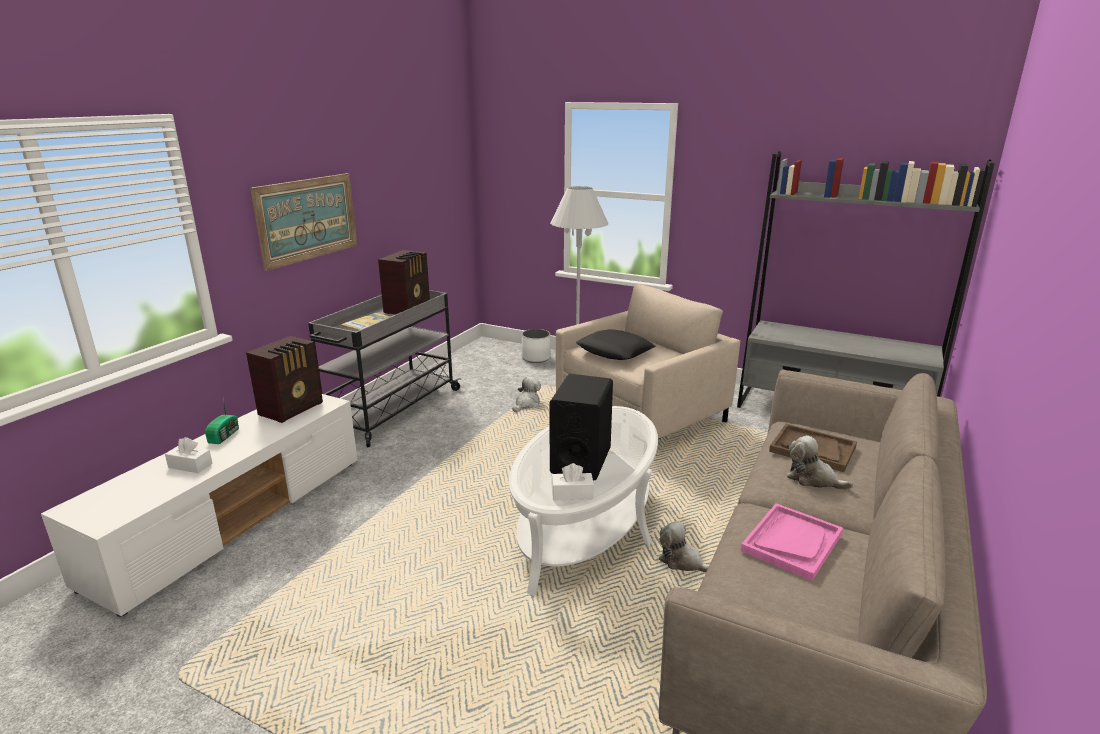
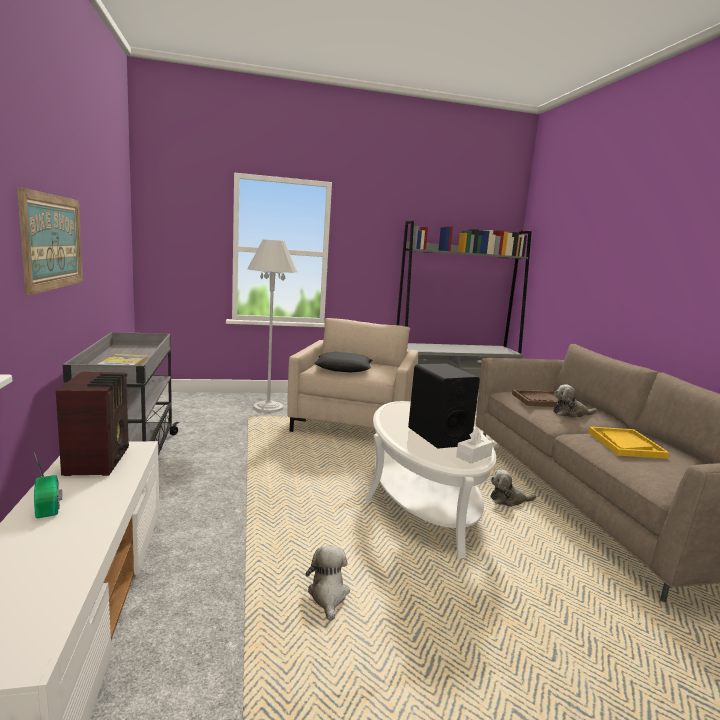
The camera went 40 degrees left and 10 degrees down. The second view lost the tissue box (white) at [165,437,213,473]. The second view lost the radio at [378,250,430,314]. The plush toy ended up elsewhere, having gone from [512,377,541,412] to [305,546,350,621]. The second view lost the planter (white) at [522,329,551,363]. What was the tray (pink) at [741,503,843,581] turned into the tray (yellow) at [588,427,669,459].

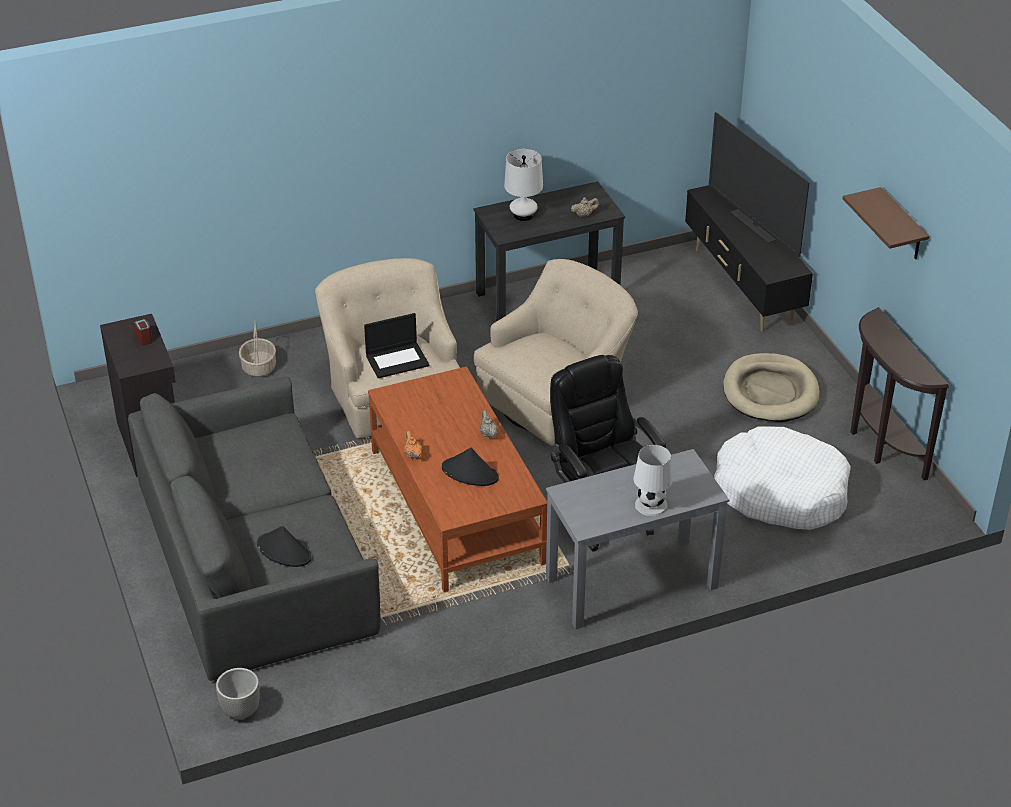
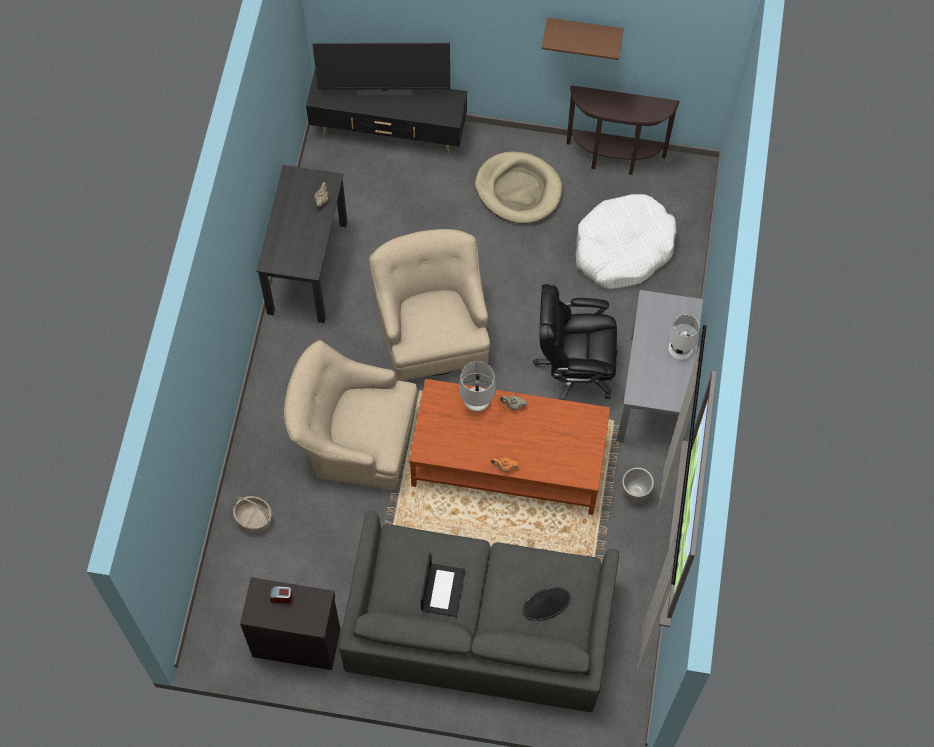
The camera went 60 degrees left and 25 degrees up. The planter ended up elsewhere, having gone from [216,668,260,719] to [622,467,654,503]. The laptop ended up elsewhere, having gone from [364,313,429,378] to [421,553,465,617]. The second view lost the hat (black) at [442,447,499,486]. The table lamp (white) ended up elsewhere, having gone from [504,149,543,221] to [459,361,496,412].

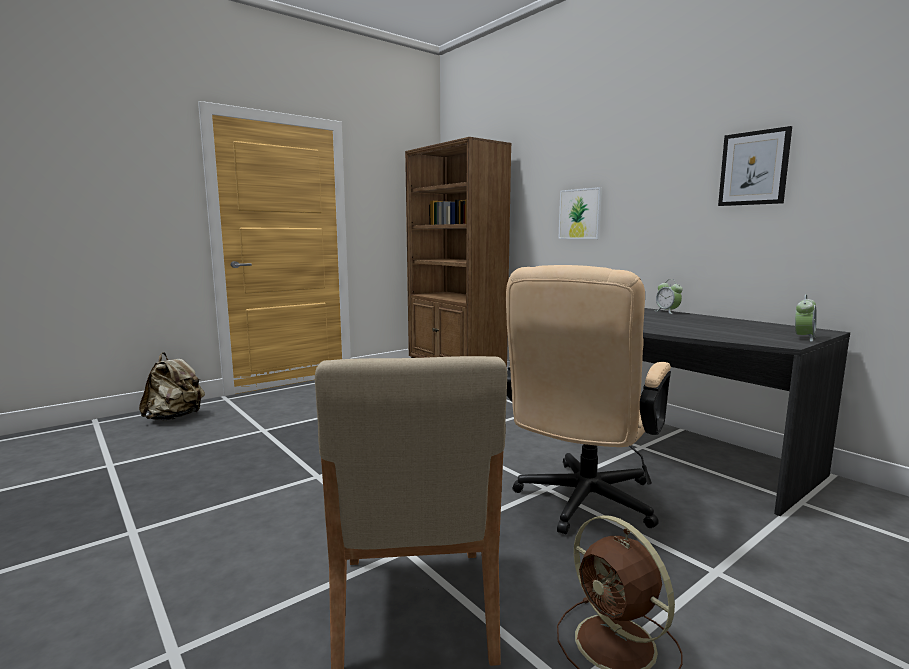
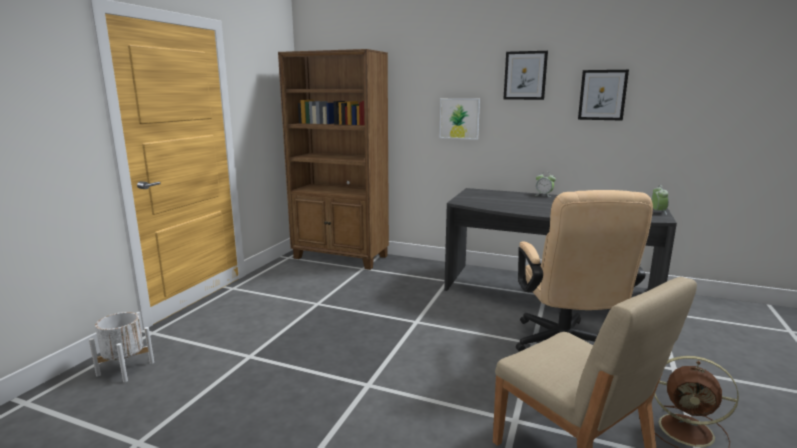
The camera went 30 degrees left and 5 degrees up. Where the backpack (beige) stood at [139,352,205,421], the planter (white) came to stand at [89,312,154,382]. The second view gained the picture at [504,51,548,100].

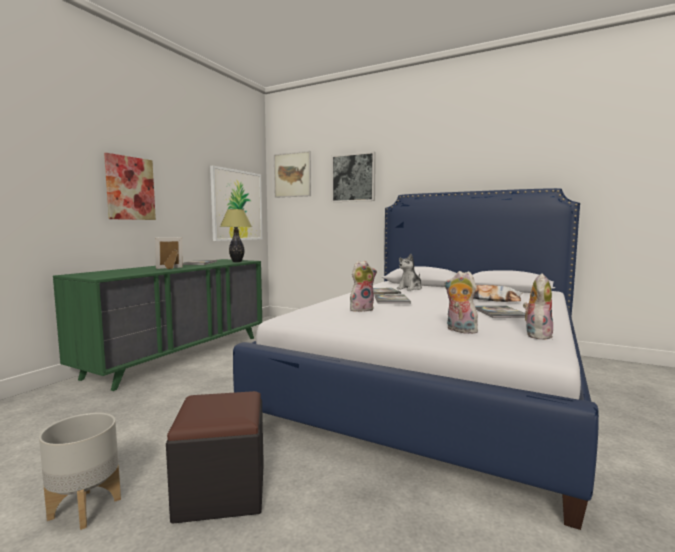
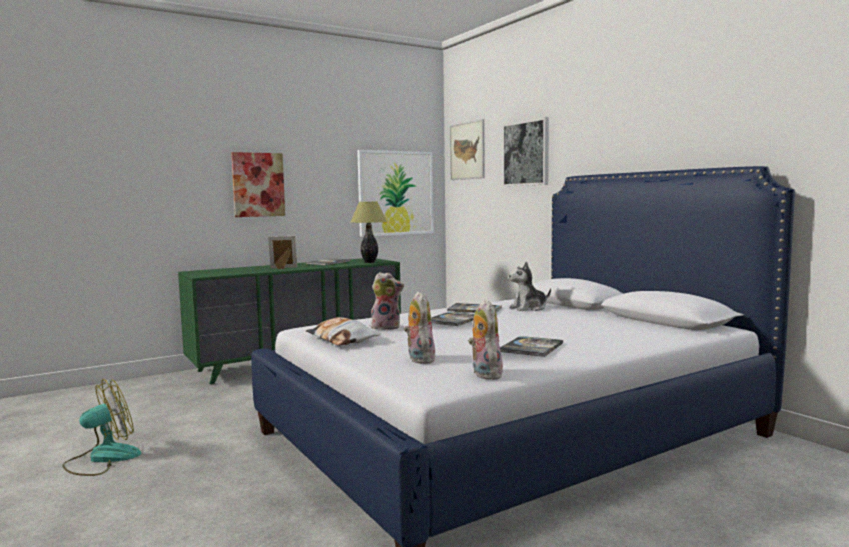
The camera went 30 degrees right and 0 degrees up. Where the planter (grey) stood at [39,413,121,530], the fan came to stand at [62,379,141,476]. The second view lost the ottoman (black) at [166,391,264,524]. The pillow ended up elsewhere, having gone from [473,285,523,302] to [306,317,381,346]. The plush toy at [523,273,553,340] ended up facing another way, 75 degrees counterclockwise from before.

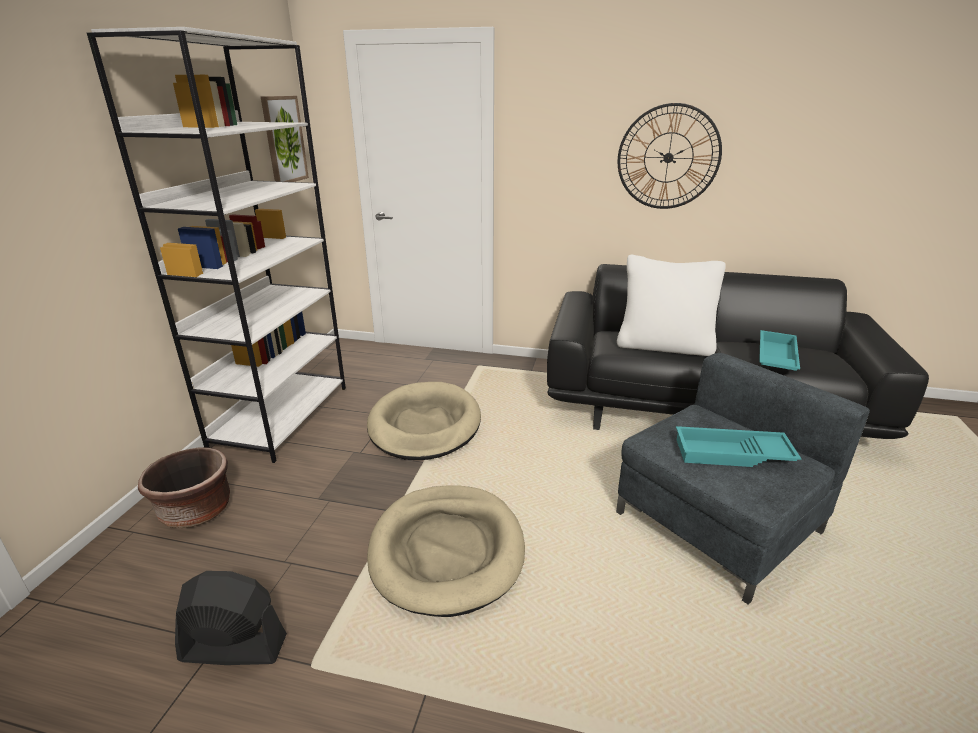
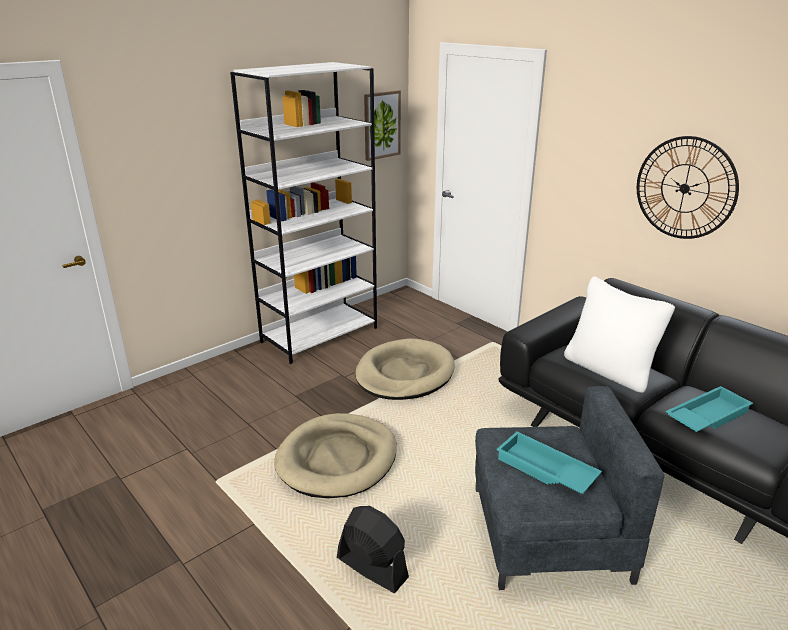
The camera went 35 degrees right and 0 degrees up. The second view lost the planter (brown) at [138,447,230,528]. The fan (black) ended up elsewhere, having gone from [175,571,287,665] to [337,506,409,593].

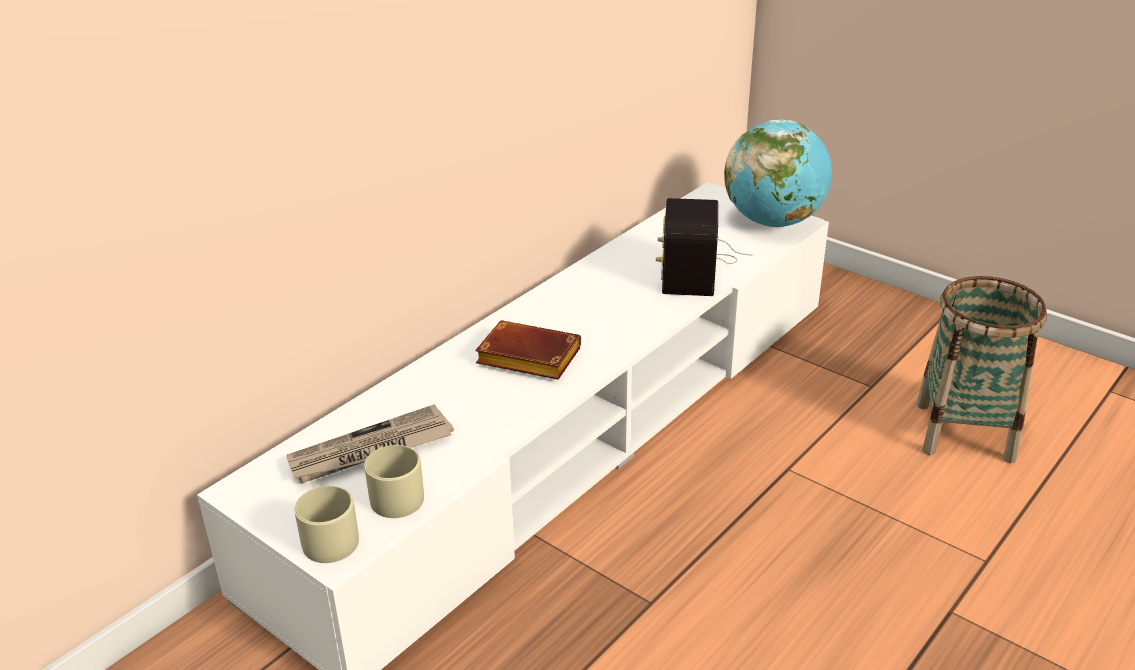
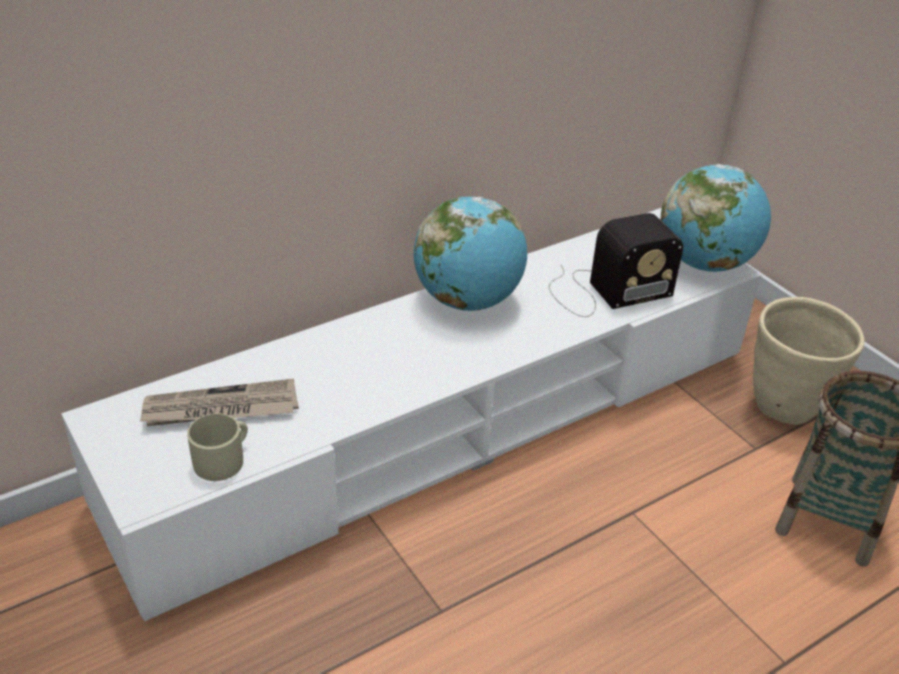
The camera went 15 degrees right and 5 degrees up. The second view lost the mug (beige) at [294,486,359,563]. The second view lost the book (brown) at [475,320,581,380]. The radio at [656,198,752,296] ended up facing another way, 135 degrees counterclockwise from before. The second view gained the globe at [414,196,527,311]. The second view gained the planter (beige) at [753,297,865,425].

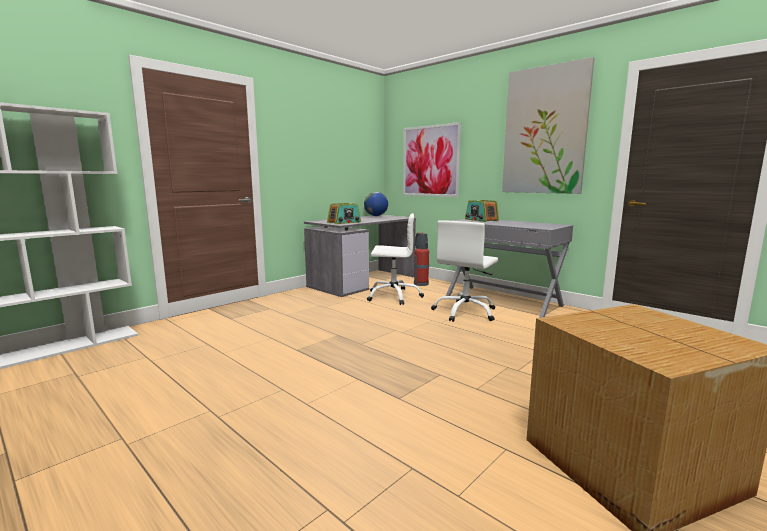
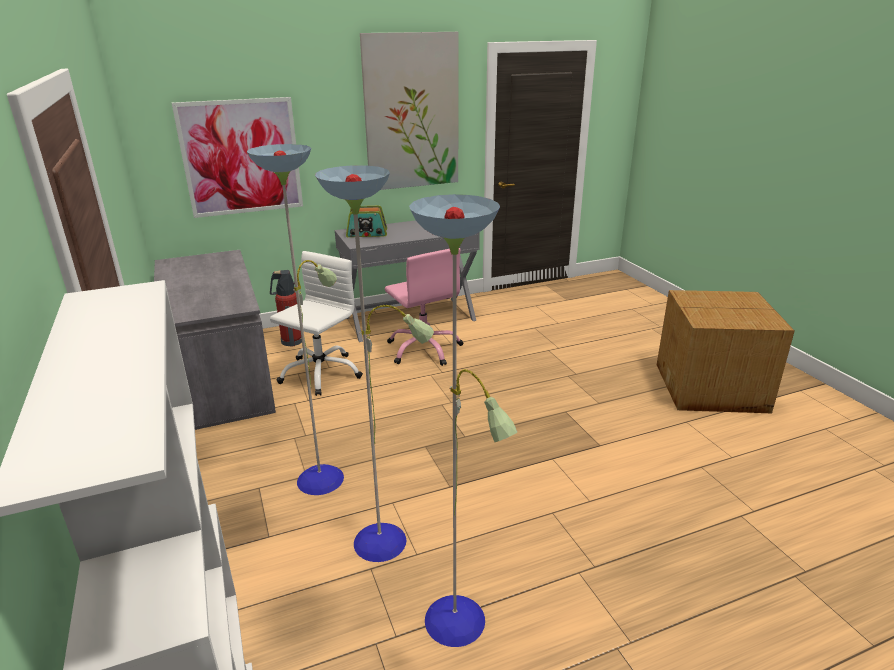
The camera went 65 degrees left and 15 degrees up. The second view lost the radio at [327,203,361,224]. The second view lost the globe at [364,192,388,216]. What was the office chair (white) at [431,220,498,322] turned into the office chair (pink) at [385,248,463,366]. The second view gained the floor lamp at [247,144,517,647].

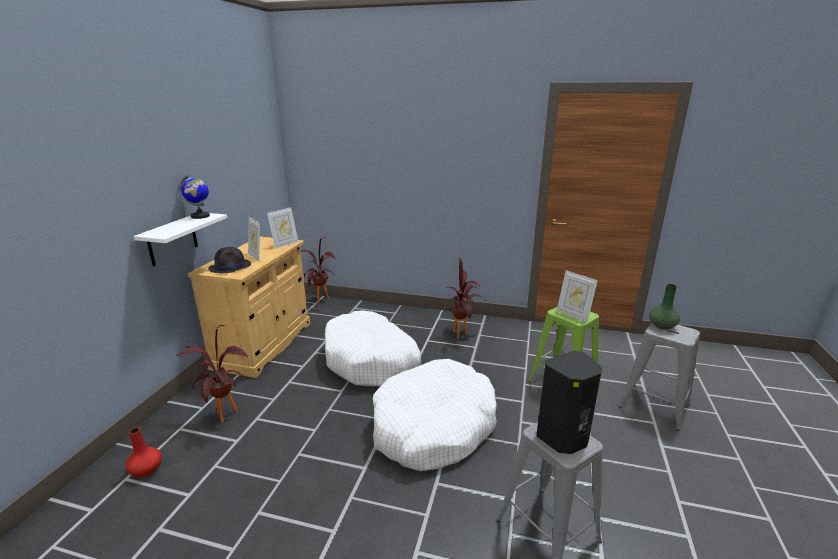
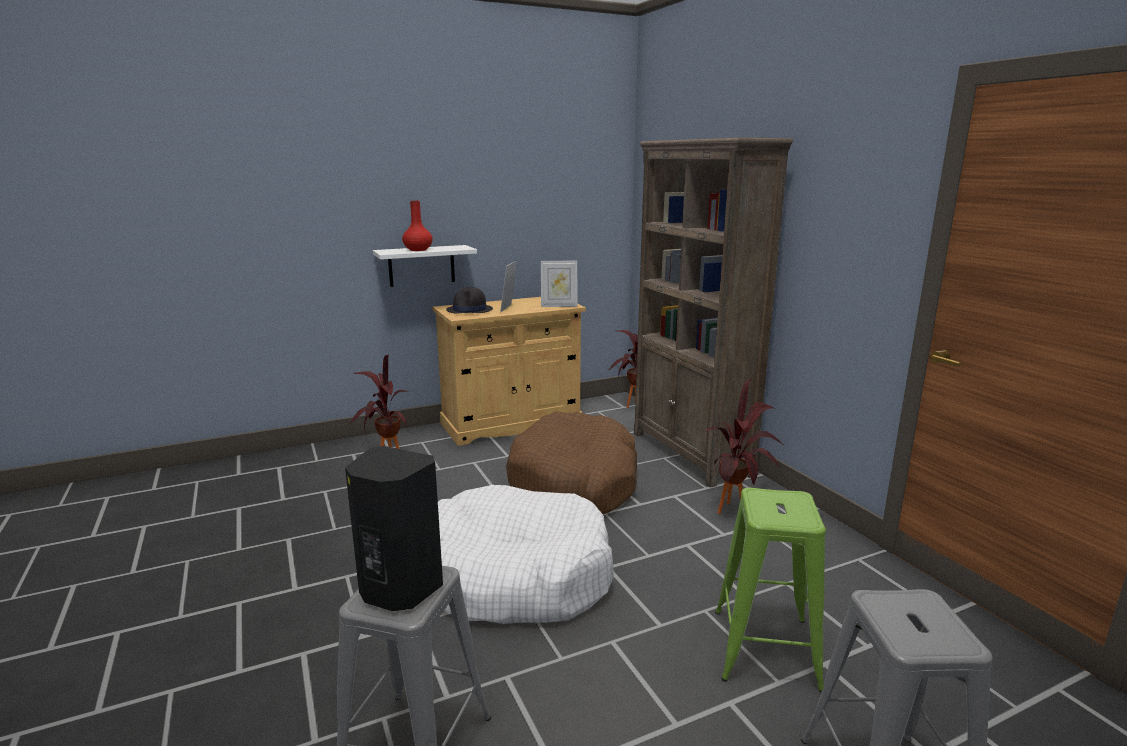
The camera went 50 degrees right and 5 degrees down. The vase (red) ended up elsewhere, having gone from [125,427,162,477] to [402,201,433,251]. The second view lost the globe at [180,175,210,219]. What was the dog bed (white) at [325,310,421,386] turned into the dog bed (brown) at [506,411,637,514]. The second view lost the picture frame at [557,270,598,322]. The second view lost the vase (green) at [649,284,680,330]. The second view gained the bookcase (brown) at [634,137,793,488].

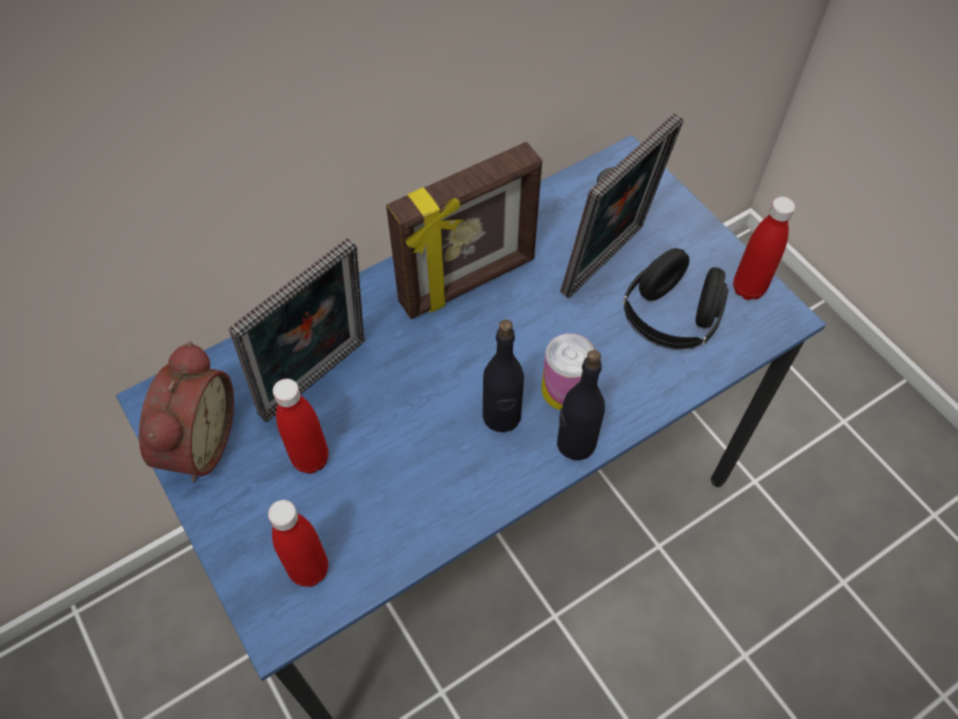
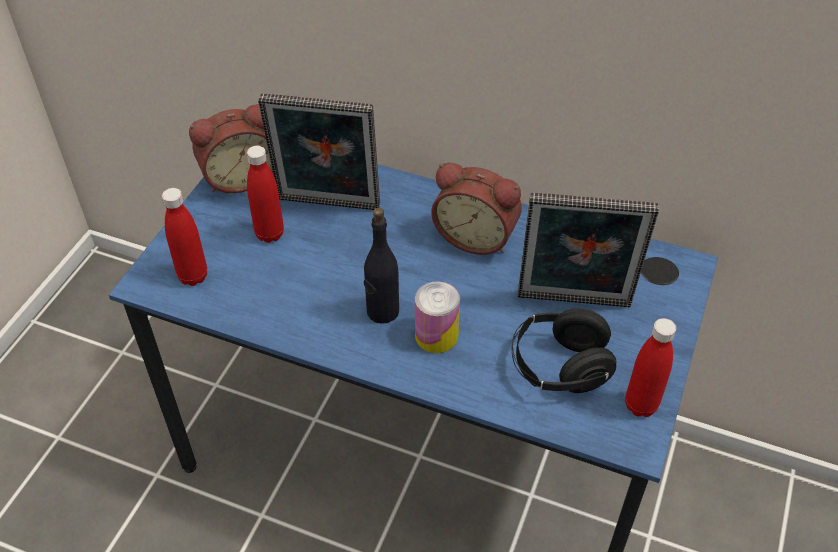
The camera went 55 degrees right and 10 degrees down. Where the picture frame stood at [386,142,542,319], the alarm clock came to stand at [431,162,522,255]. The second view lost the bottle (black) at [557,350,605,460].

